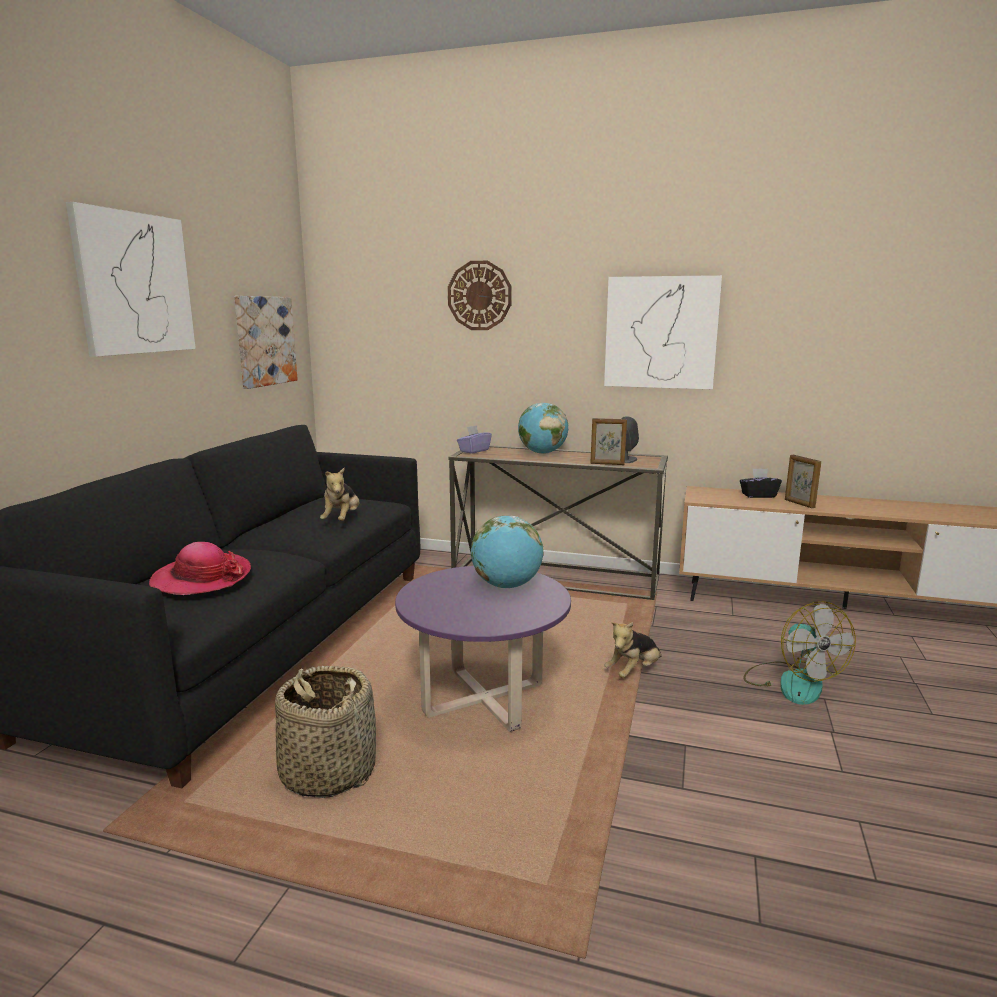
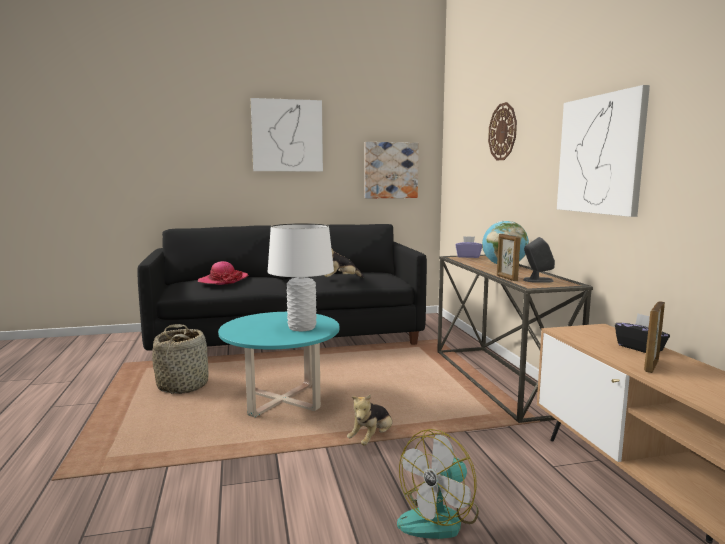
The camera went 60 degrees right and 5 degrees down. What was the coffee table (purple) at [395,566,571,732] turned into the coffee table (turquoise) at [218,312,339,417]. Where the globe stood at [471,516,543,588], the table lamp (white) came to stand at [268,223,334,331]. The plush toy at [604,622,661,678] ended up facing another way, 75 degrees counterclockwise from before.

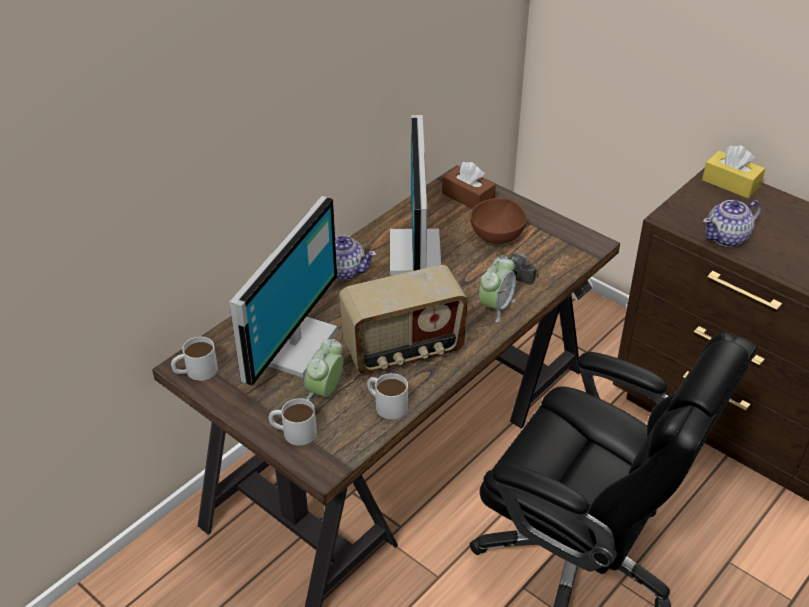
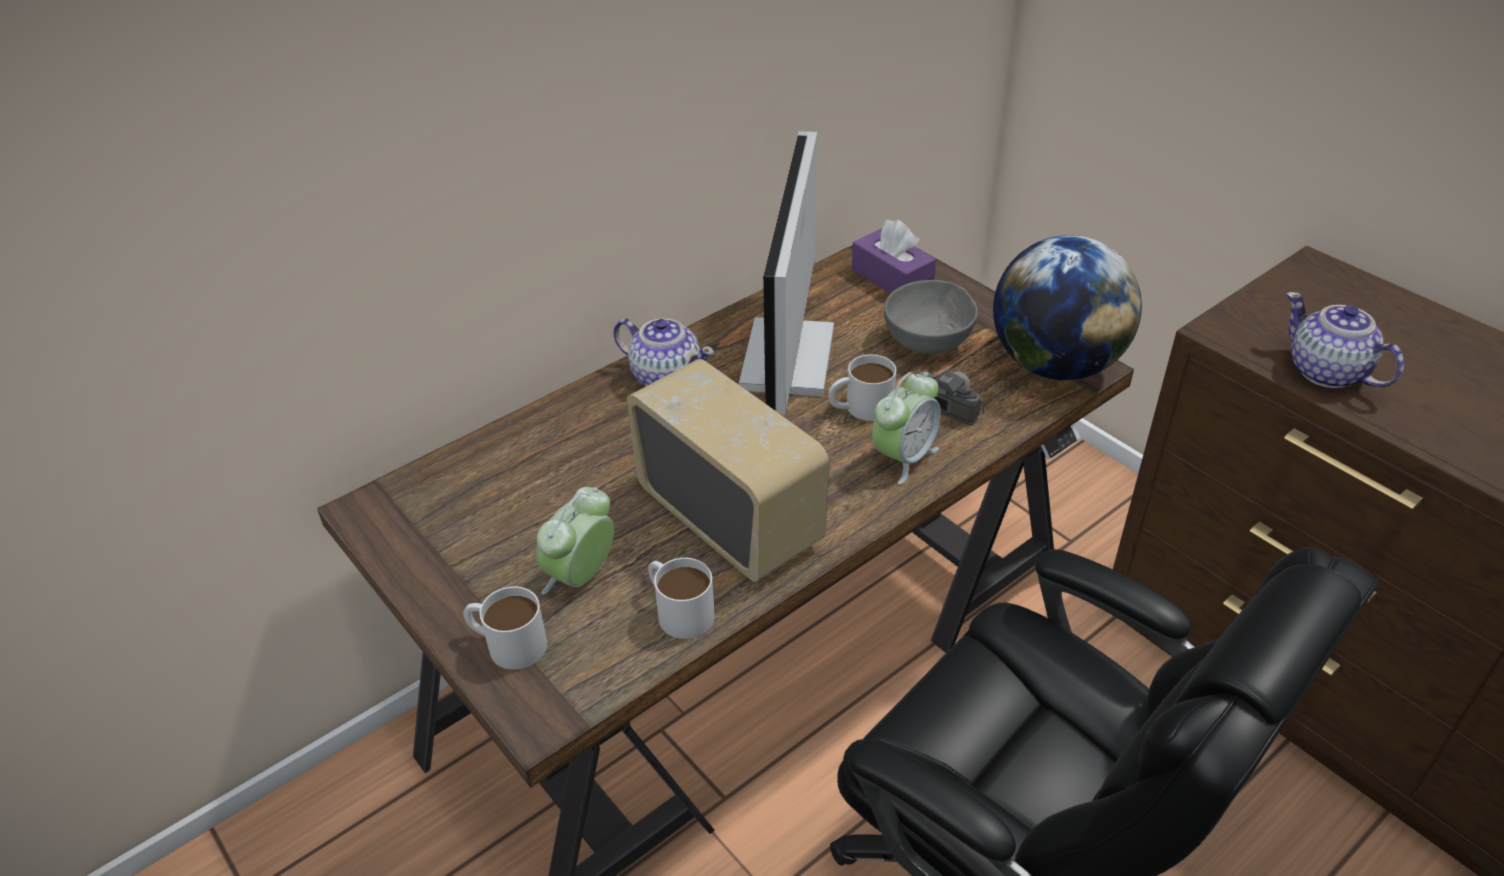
The camera went 10 degrees right and 0 degrees up. The mug (white) ended up elsewhere, having gone from [171,337,218,381] to [828,355,896,421]. The second view lost the monitor at [229,196,338,386]. The radio at [339,265,468,374] ended up facing another way, 120 degrees counterclockwise from before. What was the tissue box (brown) at [442,162,496,209] turned into the tissue box (purple) at [852,220,936,294]. What was the bowl (brown) at [470,198,527,244] turned into the bowl (grey) at [884,280,978,354]. The second view lost the tissue box (yellow) at [702,145,765,199]. The teapot at [703,200,761,247] ended up facing another way, 75 degrees clockwise from before. The second view gained the globe at [993,235,1142,380].

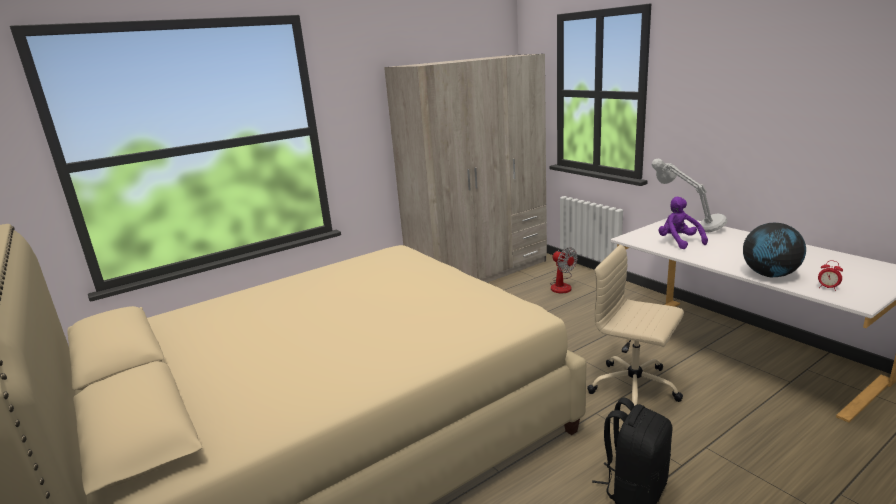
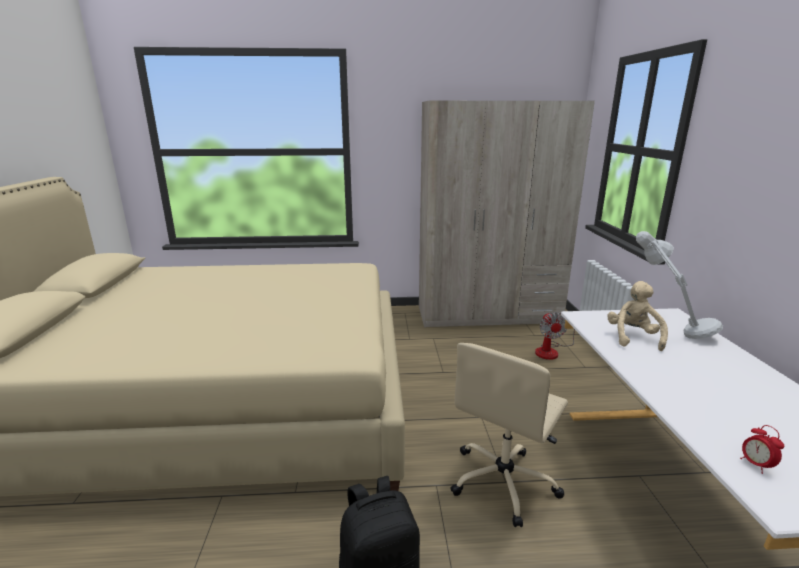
The camera went 30 degrees right and 0 degrees up. The office chair (beige) at [587,244,684,406] ended up facing another way, 120 degrees counterclockwise from before. What was the plush toy (purple) at [659,196,708,249] turned into the plush toy (beige) at [607,281,668,351]. The second view lost the globe at [743,223,806,277].

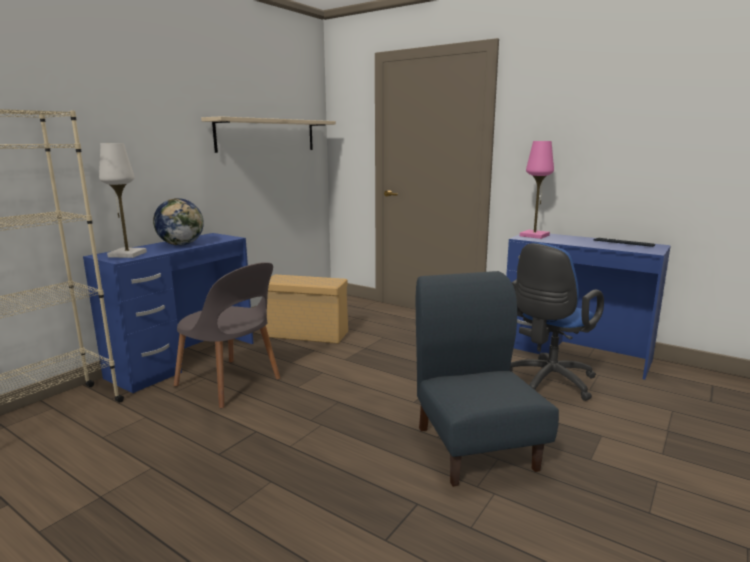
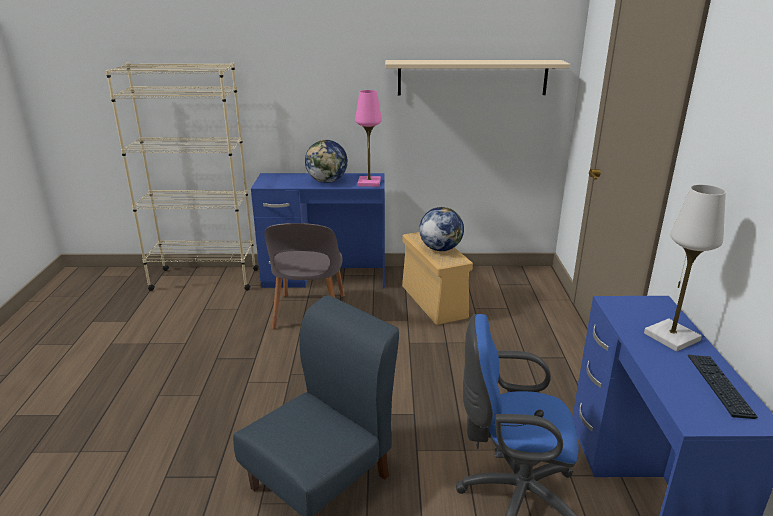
The camera went 55 degrees right and 10 degrees up. The table lamp (white) ended up elsewhere, having gone from [99,143,147,258] to [644,185,726,352]. The table lamp (pink) ended up elsewhere, having gone from [520,141,554,239] to [355,90,382,187]. The second view gained the globe at [419,207,464,251].

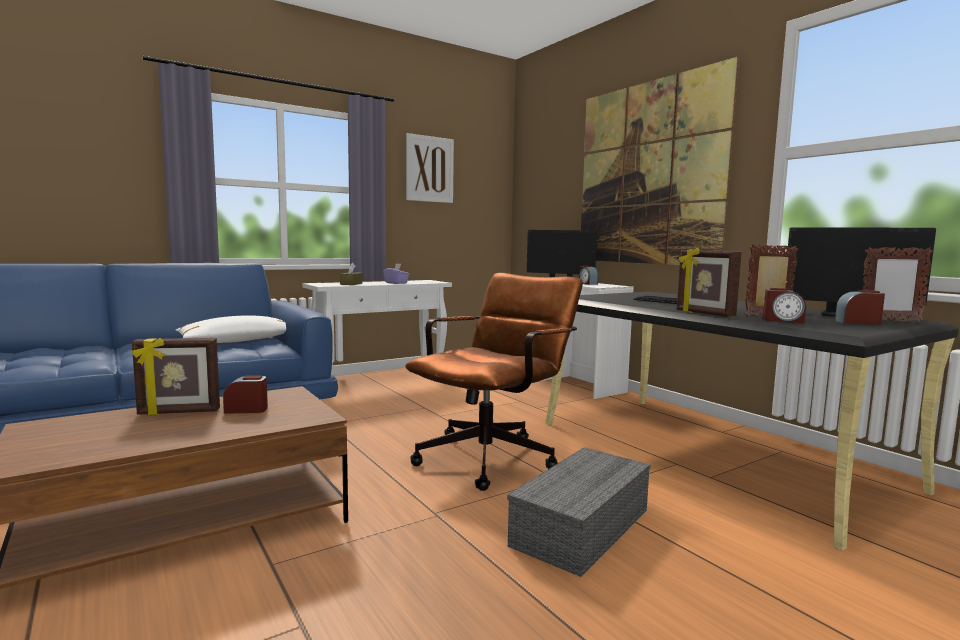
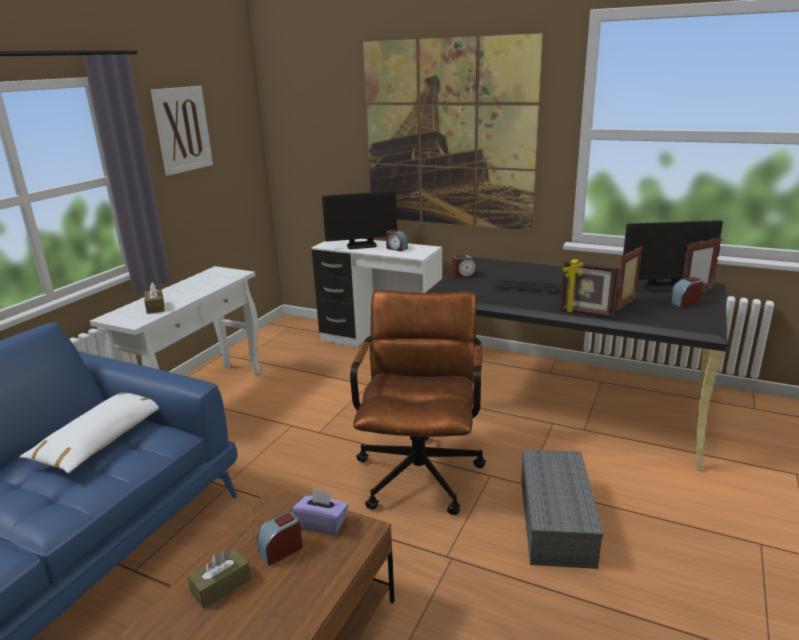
The camera went 30 degrees left and 15 degrees up. Where the picture frame stood at [132,338,220,415], the tissue box (brown) came to stand at [187,548,251,609]. The tissue box (purple) ended up elsewhere, having gone from [383,264,410,284] to [292,489,348,535]. The alarm clock ended up elsewhere, having gone from [763,288,806,323] to [452,255,477,278].

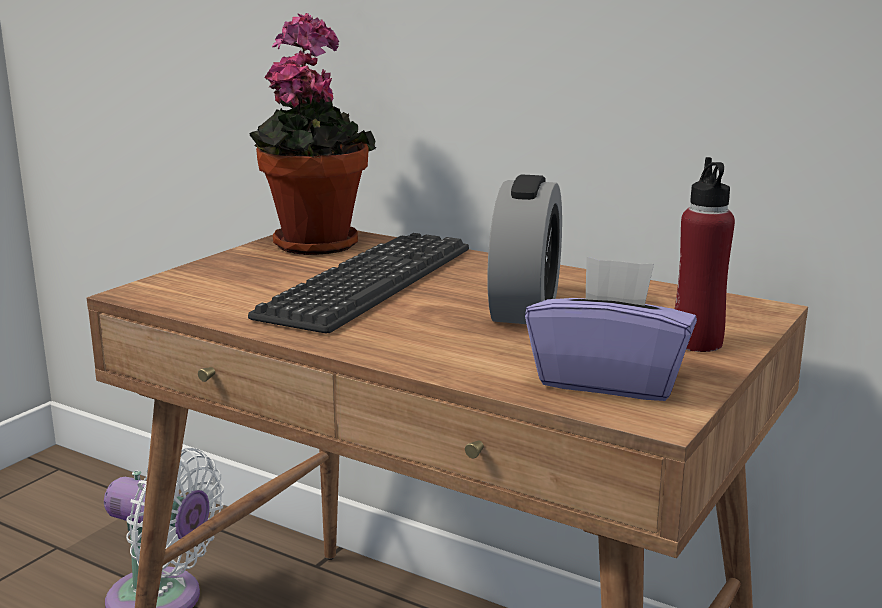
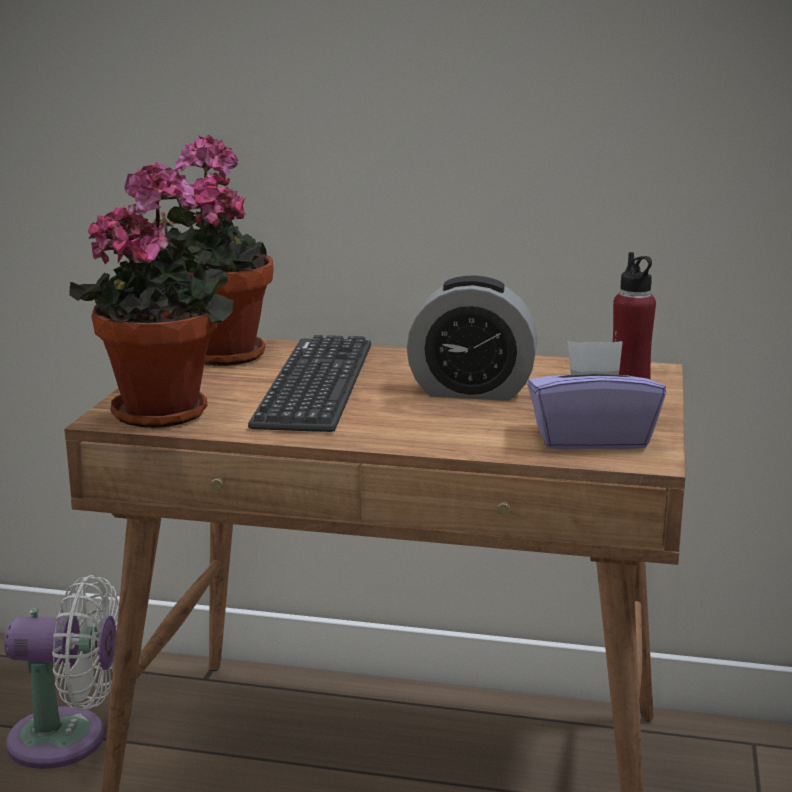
The camera went 20 degrees left and 0 degrees up. The alarm clock at [487,175,562,324] ended up facing another way, 105 degrees clockwise from before. The second view gained the potted plant at [69,161,233,428].

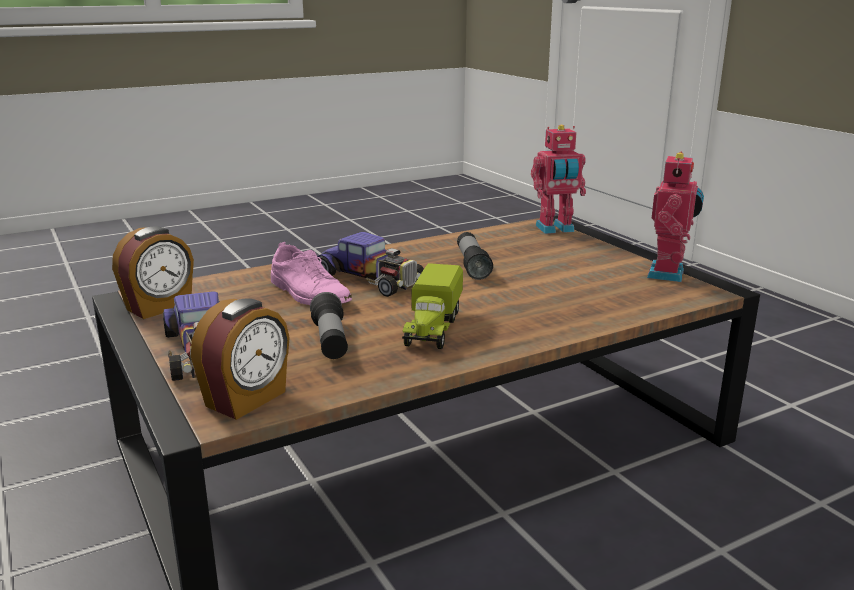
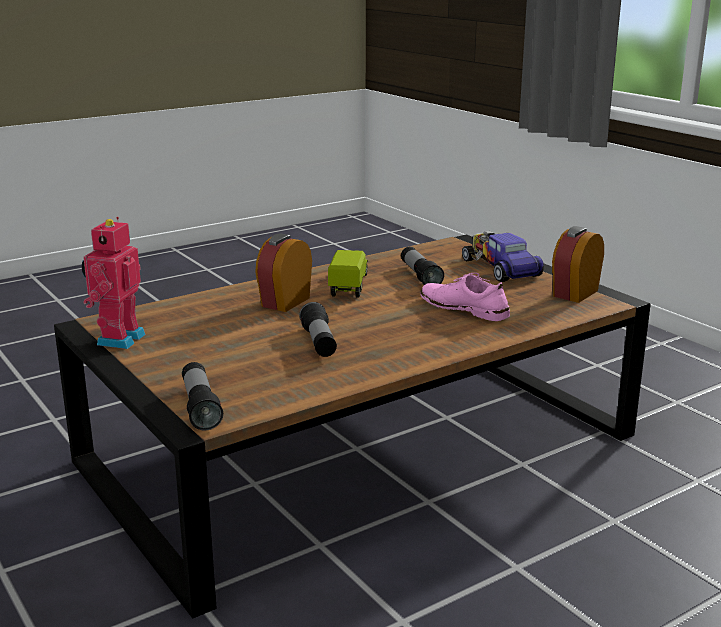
The camera went 175 degrees right and 0 degrees up. The alarm clock ended up elsewhere, having gone from [191,298,290,420] to [255,234,312,312]. The second view lost the toy car at [317,232,424,297]. Where the toy robot stood at [531,125,586,234], the flashlight came to stand at [182,362,223,430].

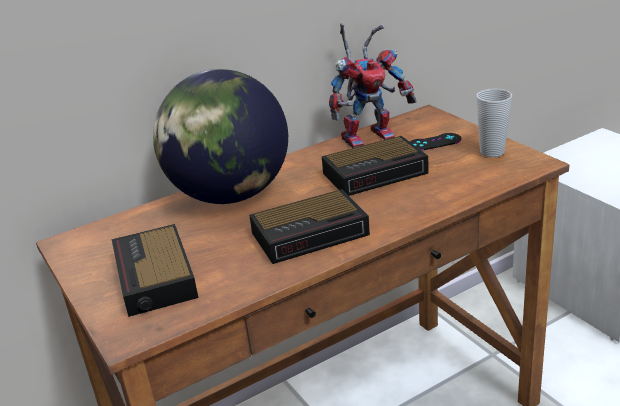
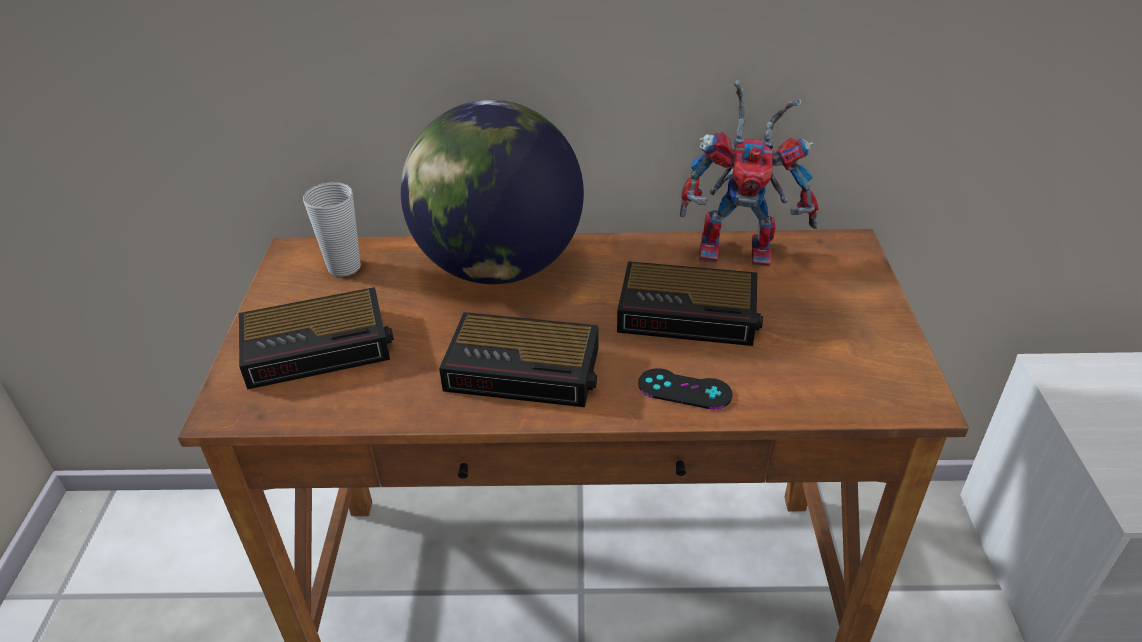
The camera went 30 degrees right and 10 degrees up. The alarm clock at [112,224,198,317] ended up facing another way, 120 degrees counterclockwise from before. The game controller (black) ended up elsewhere, having gone from [410,133,461,151] to [638,368,733,410]. The cup ended up elsewhere, having gone from [476,89,512,157] to [303,182,361,277].

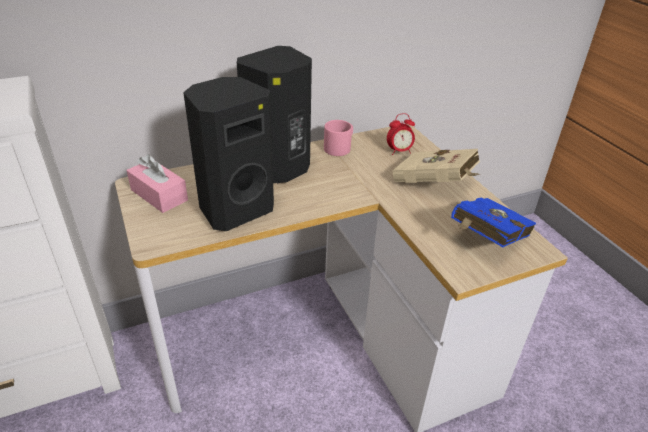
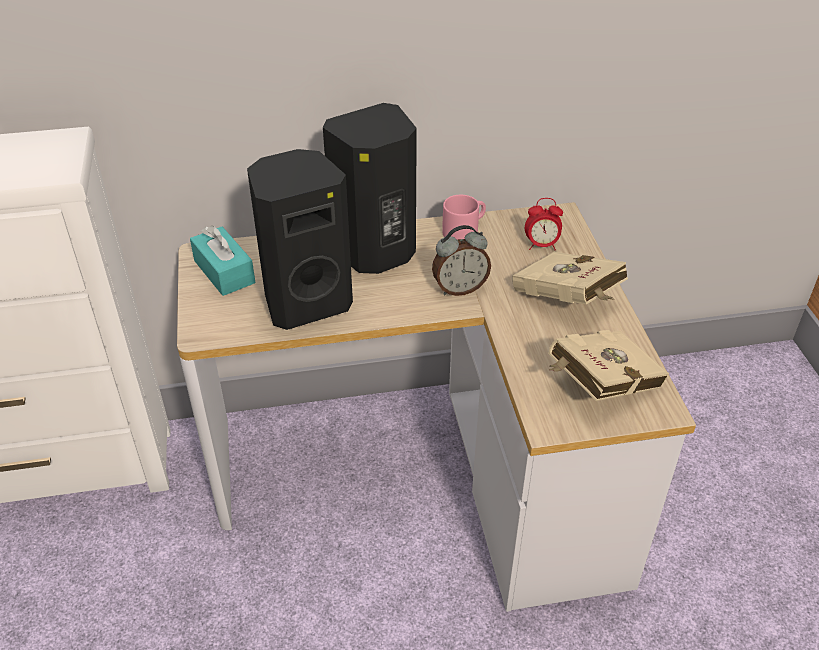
The camera went 15 degrees right and 5 degrees up. What was the tissue box (pink) at [127,154,188,213] turned into the tissue box (turquoise) at [190,226,255,296]. What was the book (blue) at [451,197,536,247] turned into the book (beige) at [548,330,669,401]. The second view gained the alarm clock at [432,225,491,296].

